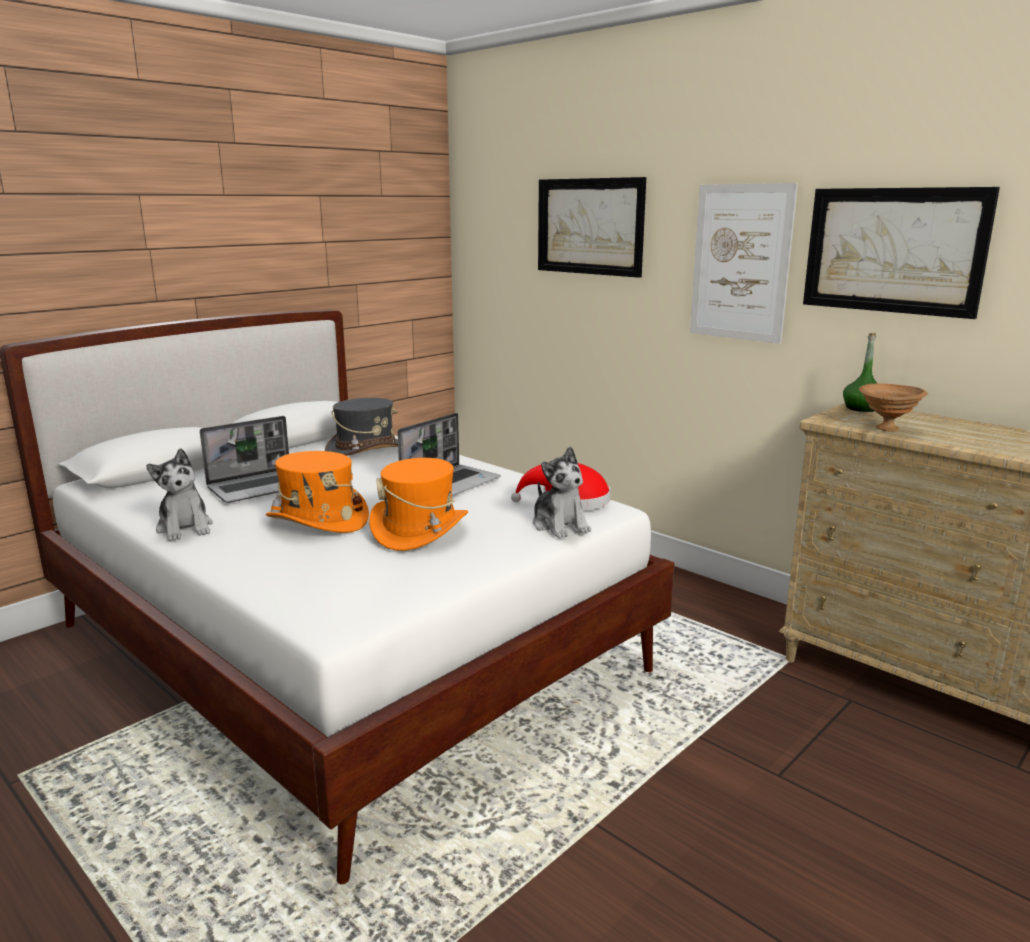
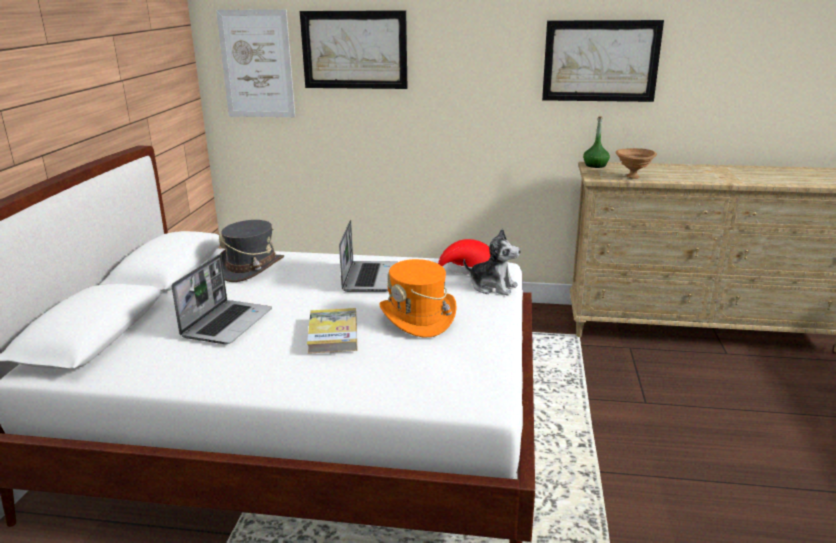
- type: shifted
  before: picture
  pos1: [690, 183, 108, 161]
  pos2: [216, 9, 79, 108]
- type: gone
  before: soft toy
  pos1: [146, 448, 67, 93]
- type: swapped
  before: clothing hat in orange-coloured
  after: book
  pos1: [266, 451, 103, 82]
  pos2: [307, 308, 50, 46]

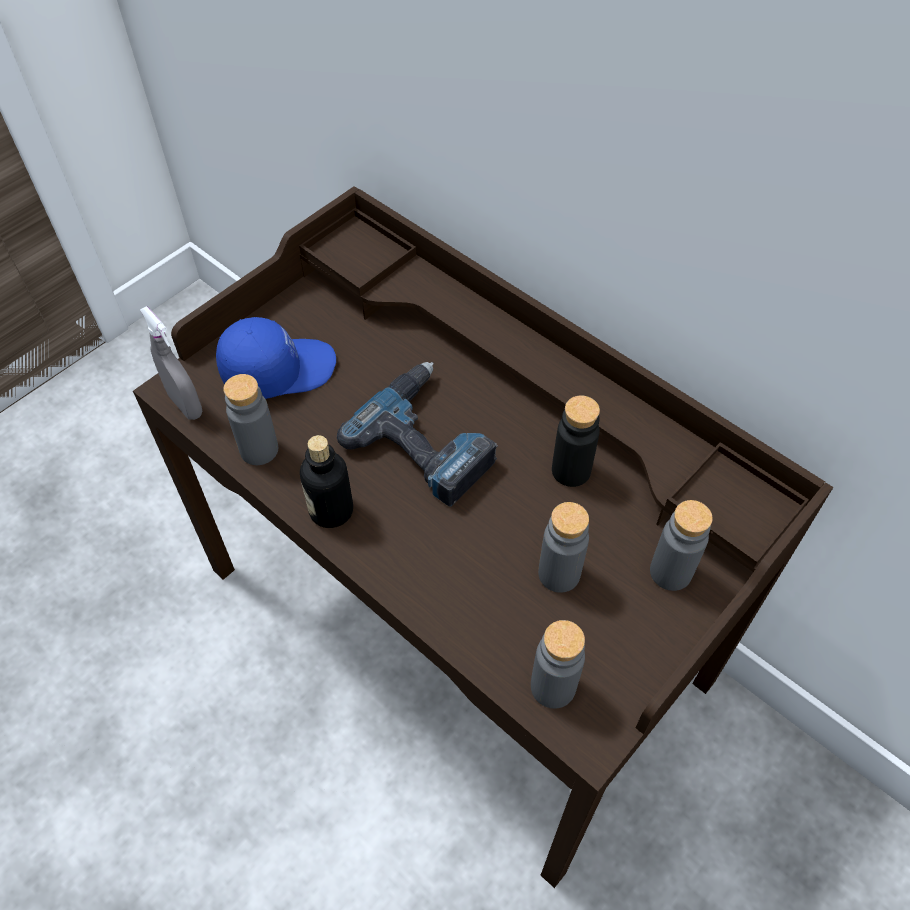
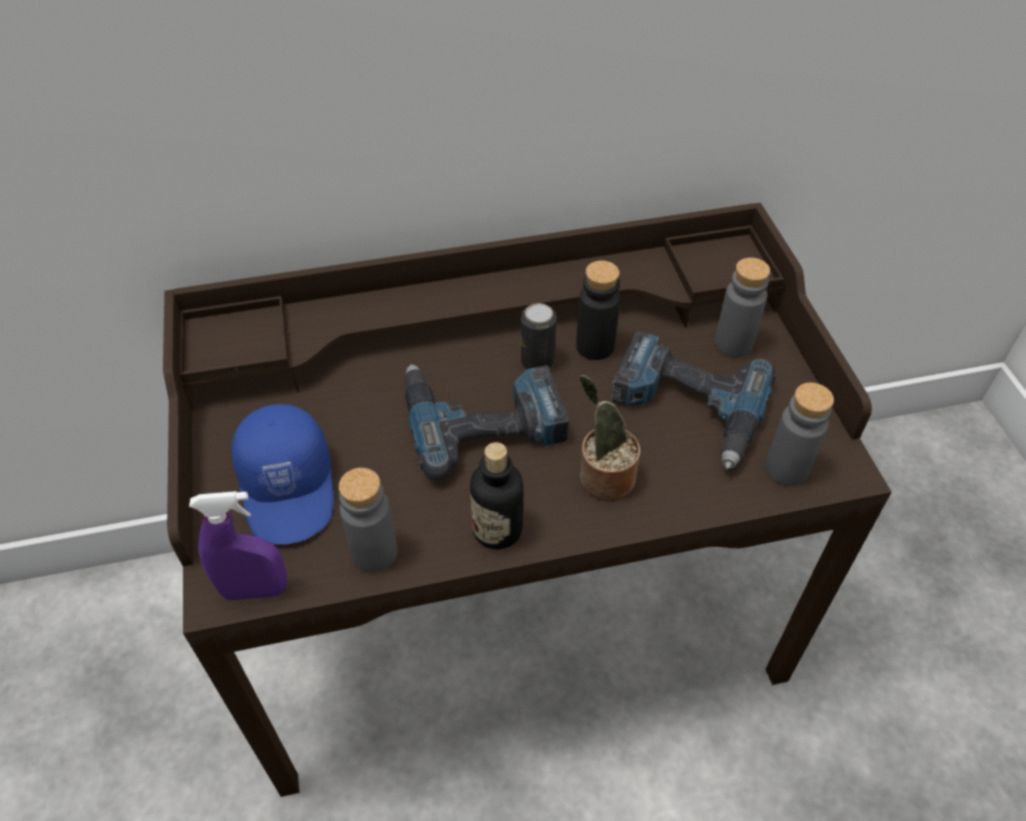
- type: repainted
  before: sprayer in gray
  after: sprayer in purple
  pos1: [140, 306, 62, 114]
  pos2: [189, 491, 99, 109]
- type: rotated
  before: cap in blue-coloured
  pos1: [216, 317, 120, 82]
  pos2: [232, 404, 102, 141]
  turn: 150
- type: swapped
  before: beverage bottle in gray
  after: power drill
  pos1: [538, 502, 51, 91]
  pos2: [610, 331, 166, 138]
- type: new
  after: metal can
  pos2: [521, 303, 36, 66]
- type: new
  after: potted plant
  pos2: [579, 375, 61, 126]

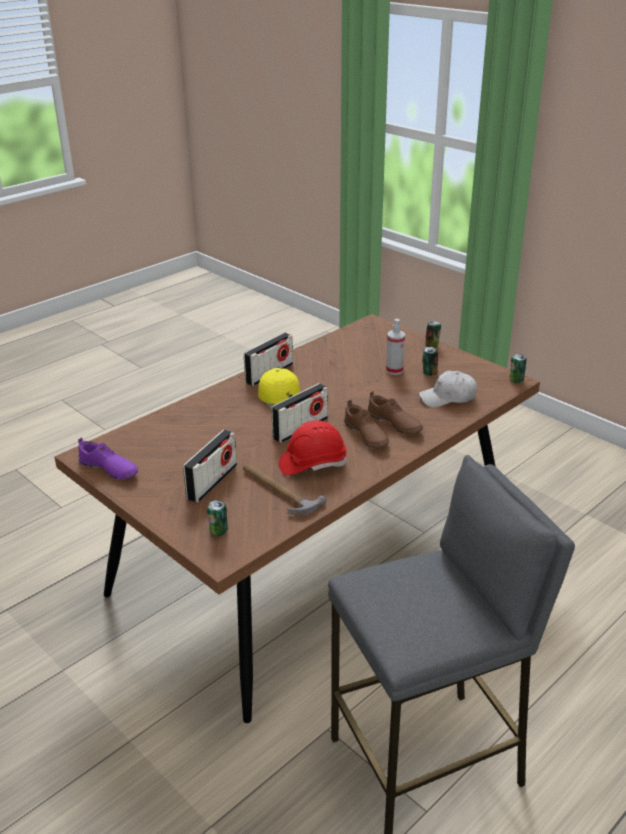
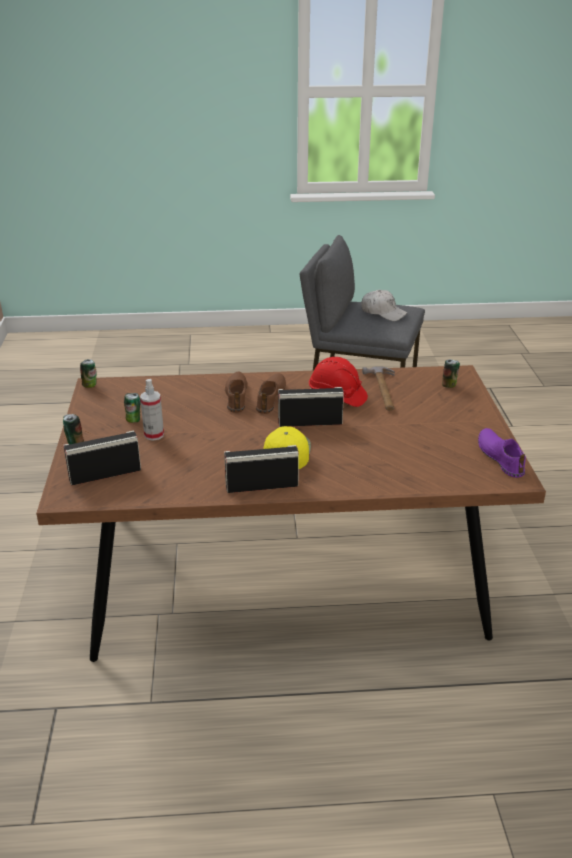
- type: shifted
  before: cap in whitish
  pos1: [419, 371, 58, 36]
  pos2: [361, 290, 46, 31]
- type: shifted
  before: radio
  pos1: [183, 430, 54, 72]
  pos2: [63, 431, 78, 54]

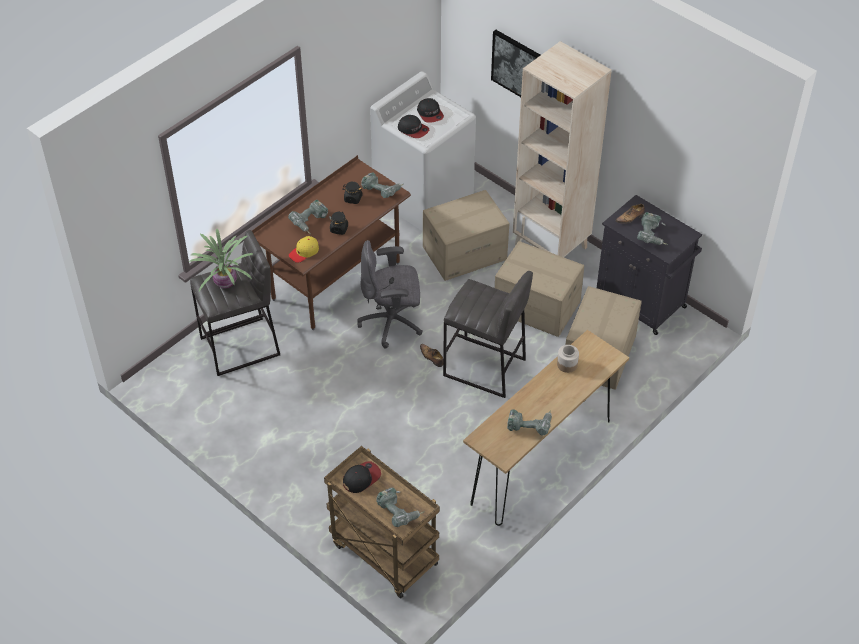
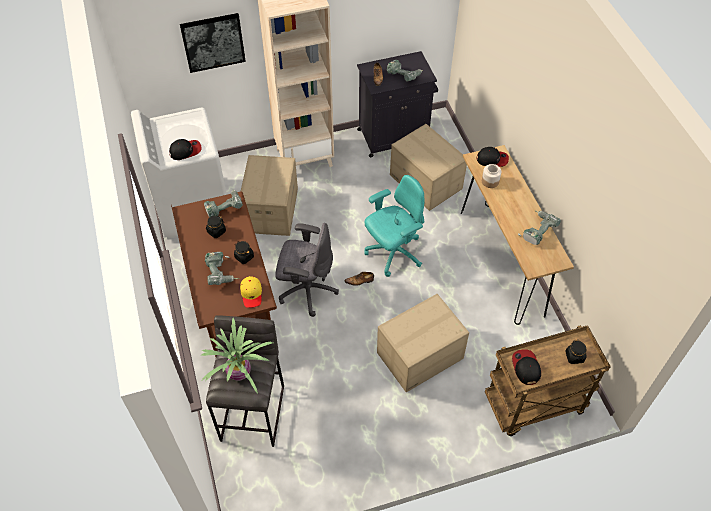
- type: shifted
  before: cap
  pos1: [417, 98, 27, 25]
  pos2: [477, 147, 32, 20]
- type: rotated
  before: office chair in gray
  pos1: [357, 240, 65, 109]
  pos2: [275, 223, 64, 94]
  turn: -105
- type: shifted
  before: carton
  pos1: [495, 241, 89, 96]
  pos2: [377, 294, 92, 98]
- type: swapped
  before: stool seat in gray
  after: office chair in turquoise-coloured
  pos1: [443, 271, 90, 127]
  pos2: [365, 175, 59, 102]
- type: swapped
  before: power drill
  after: jar in blackish
  pos1: [376, 488, 49, 39]
  pos2: [565, 339, 21, 25]

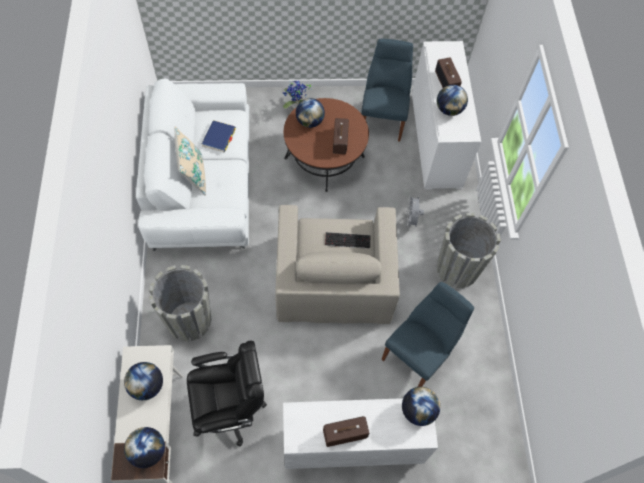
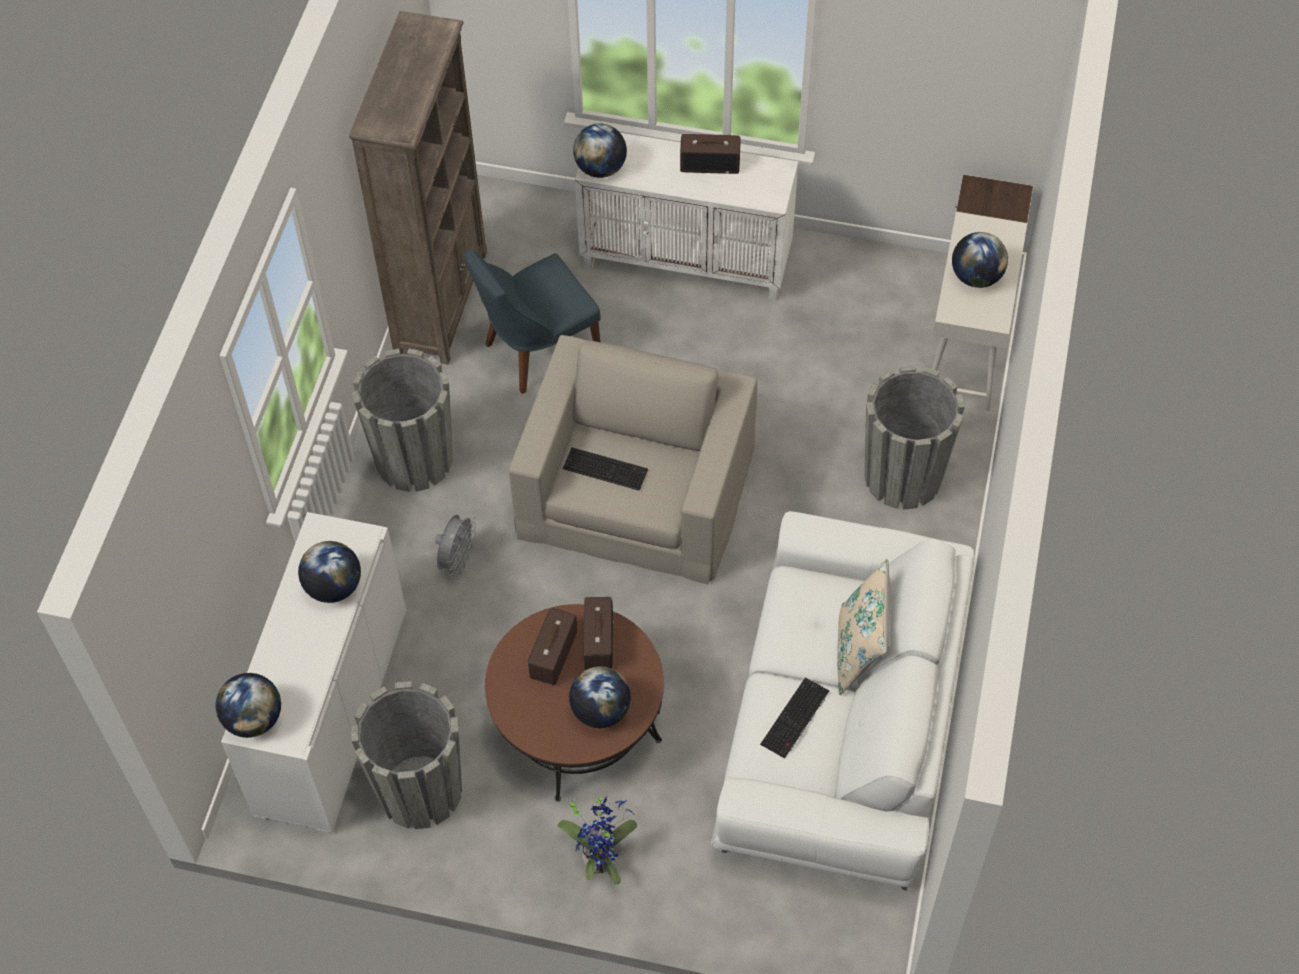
- type: swapped
  before: chair in blue-coloured
  after: flower pot in gray
  pos1: [361, 39, 52, 102]
  pos2: [351, 681, 111, 148]
- type: shifted
  before: radio
  pos1: [435, 58, 27, 30]
  pos2: [584, 597, 30, 73]
- type: swapped
  before: book in blue-coloured
  after: computer keyboard
  pos1: [202, 120, 34, 32]
  pos2: [760, 678, 69, 81]
- type: gone
  before: office chair in blackish
  pos1: [187, 341, 80, 105]
- type: shifted
  before: desk globe
  pos1: [124, 427, 41, 41]
  pos2: [215, 673, 66, 65]
- type: new
  after: bookshelf in brownish
  pos2: [349, 11, 138, 354]

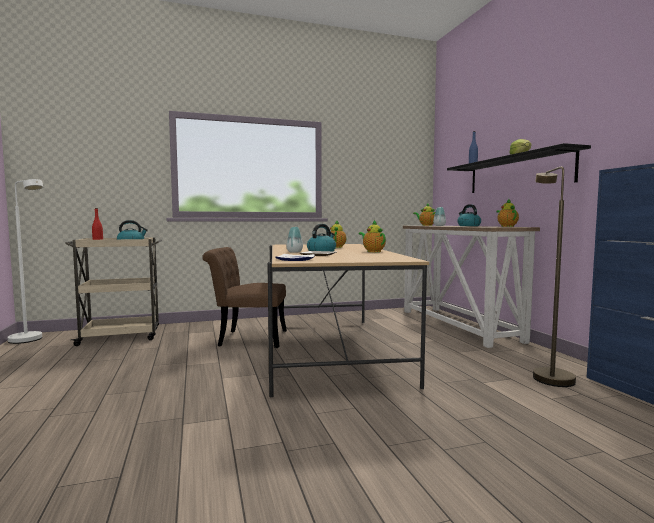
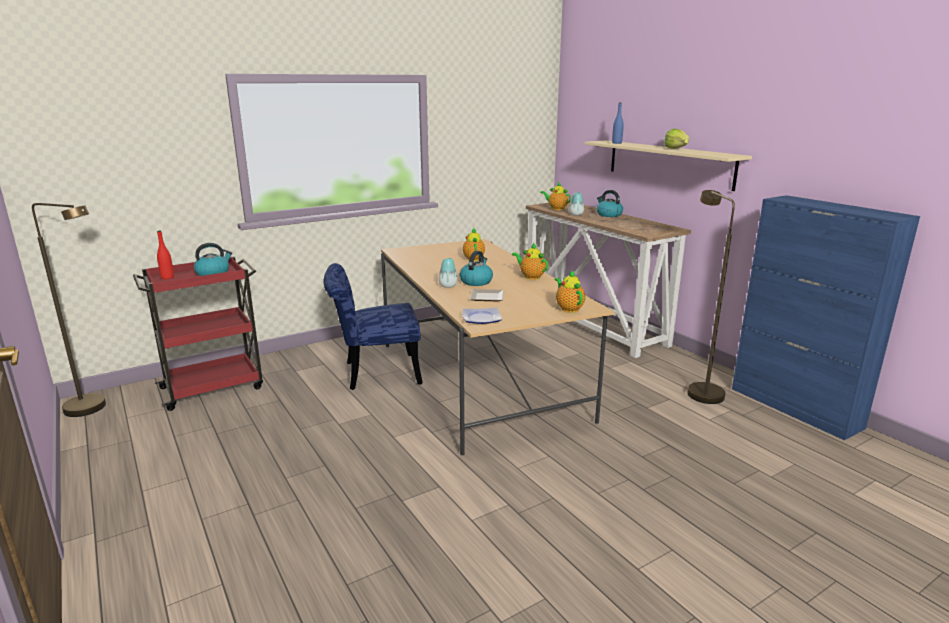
- type: repainted
  before: shelf in blackish
  after: shelf in beige-coloured
  pos1: [447, 143, 144, 50]
  pos2: [584, 140, 168, 51]
- type: repainted
  before: standing lamp in whitish
  after: standing lamp in brownish
  pos1: [7, 179, 36, 165]
  pos2: [32, 203, 74, 214]
- type: shifted
  before: pot for tea
  pos1: [496, 199, 23, 28]
  pos2: [555, 271, 31, 42]
- type: repainted
  before: wheeled cart in beige-coloured
  after: wheeled cart in reddish
  pos1: [65, 237, 97, 109]
  pos2: [133, 257, 130, 154]
- type: repainted
  before: chair in brownish
  after: chair in blue-coloured
  pos1: [202, 247, 85, 101]
  pos2: [324, 263, 99, 127]

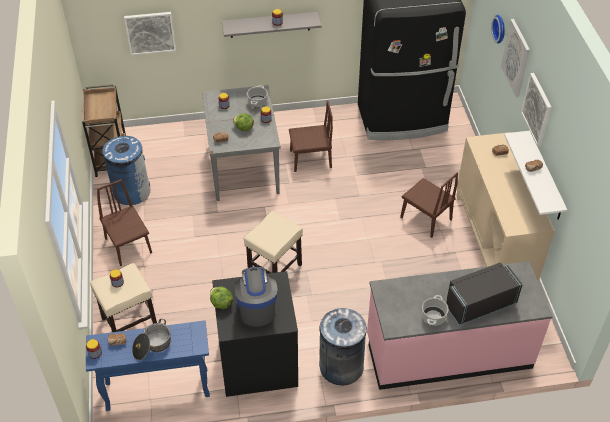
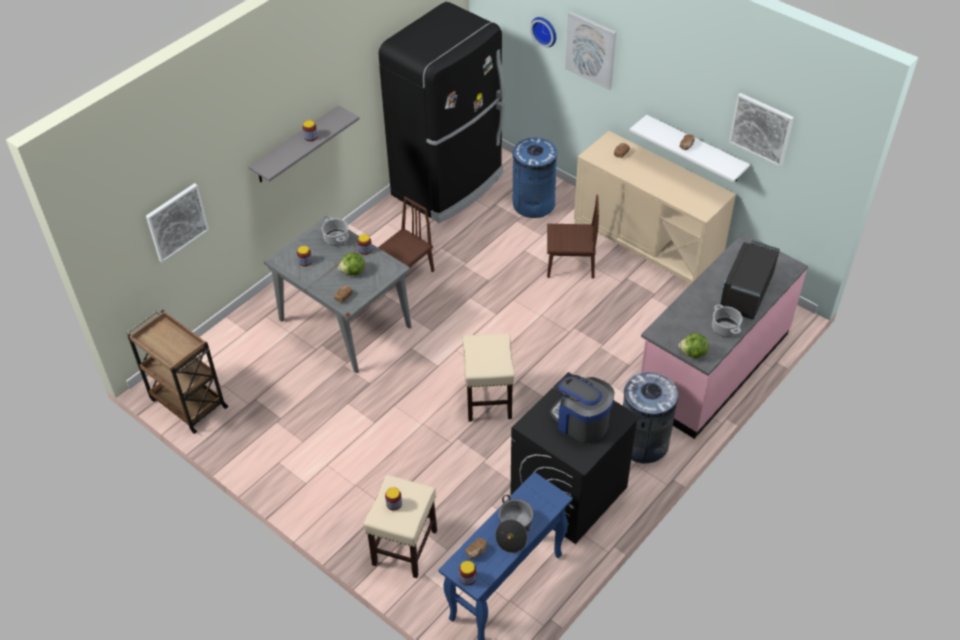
- type: shifted
  before: picture
  pos1: [521, 73, 31, 74]
  pos2: [729, 93, 65, 74]
- type: shifted
  before: rubbish bin in blue-coloured
  pos1: [102, 136, 48, 69]
  pos2: [512, 138, 45, 80]
- type: gone
  before: chair in brownish
  pos1: [97, 179, 55, 87]
- type: shifted
  before: lettuce
  pos1: [210, 287, 23, 22]
  pos2: [678, 334, 31, 24]

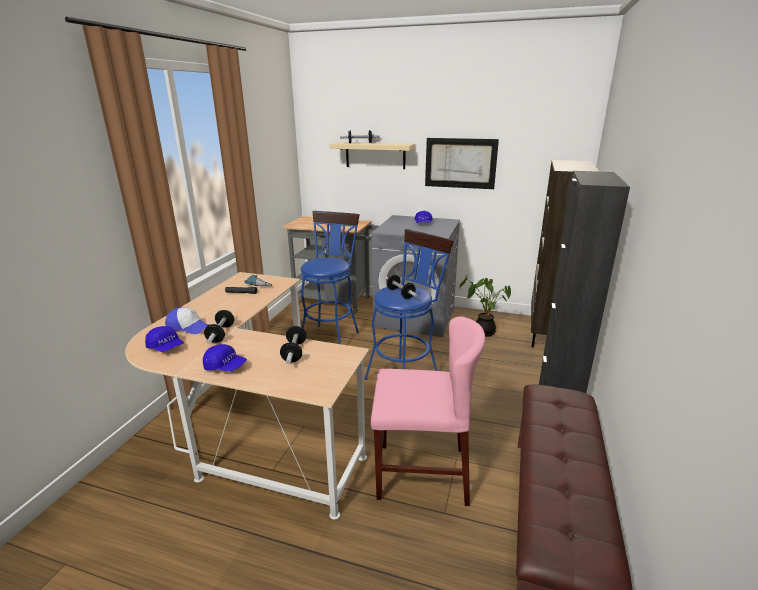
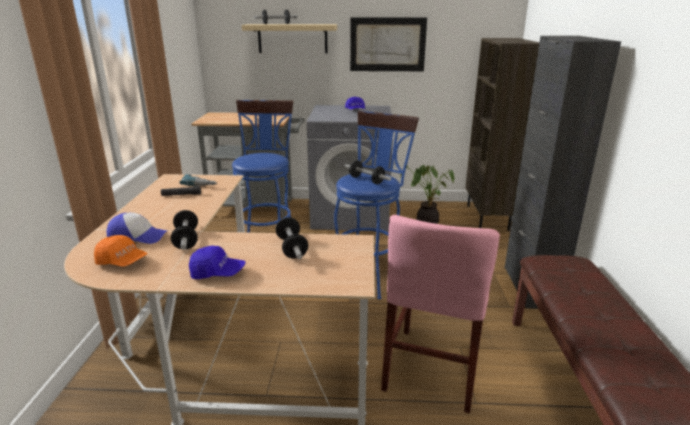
- type: rotated
  before: chair in pink
  pos1: [371, 317, 114, 189]
  pos2: [381, 215, 119, 198]
  turn: 120
- type: repainted
  before: cap in blue-coloured
  after: cap in orange-coloured
  pos1: [145, 326, 39, 26]
  pos2: [94, 235, 54, 31]

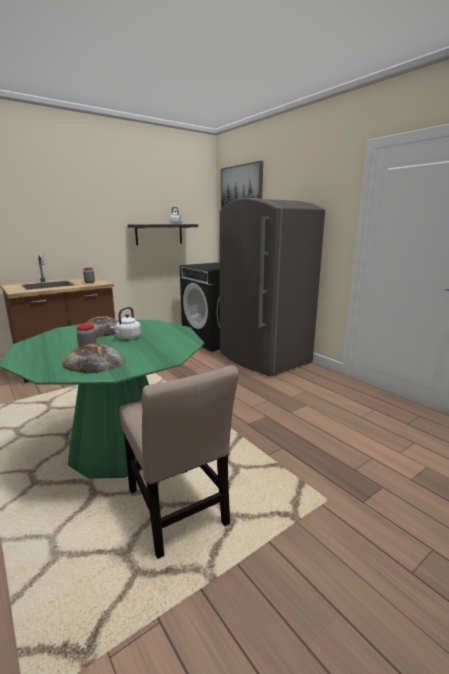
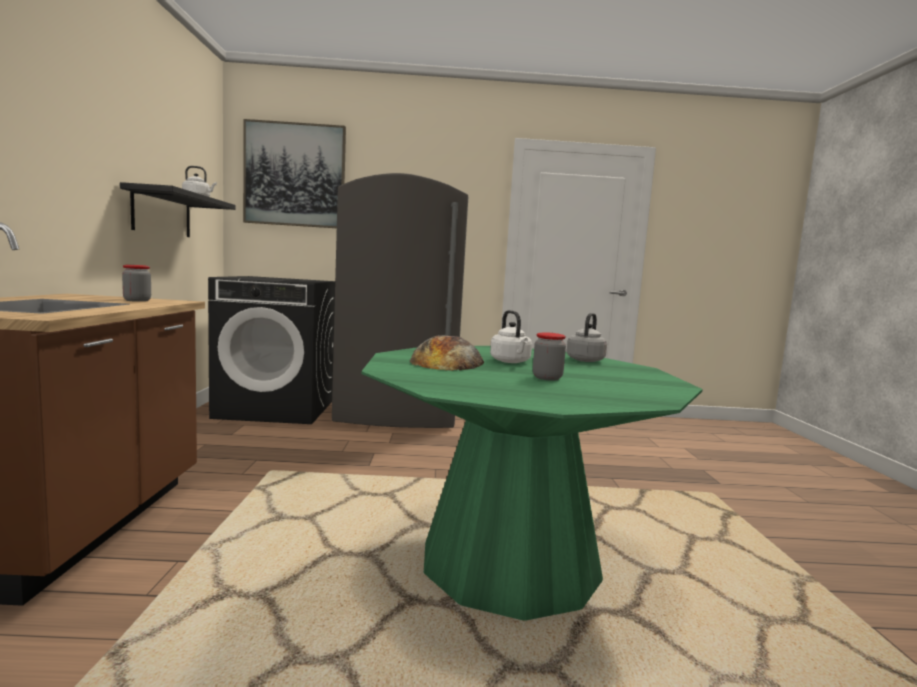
- type: gone
  before: bakery bread
  pos1: [62, 343, 63, 30]
- type: gone
  before: chair in beige-coloured
  pos1: [120, 365, 119, 194]
- type: new
  after: water kettle in gray
  pos2: [567, 313, 40, 49]

